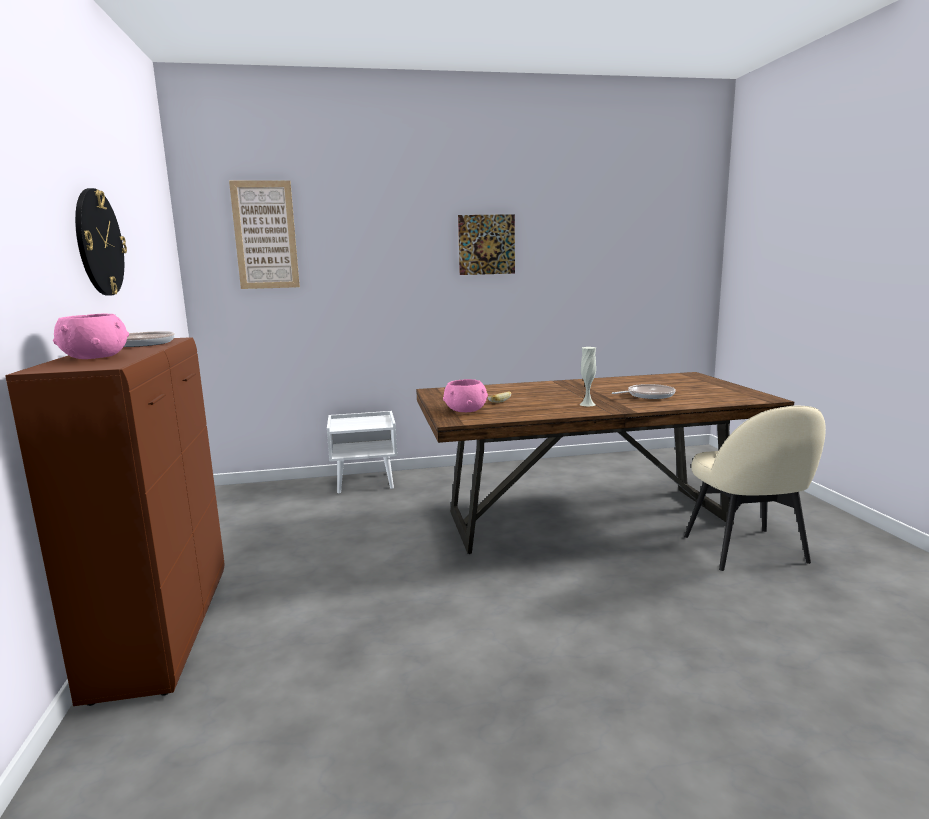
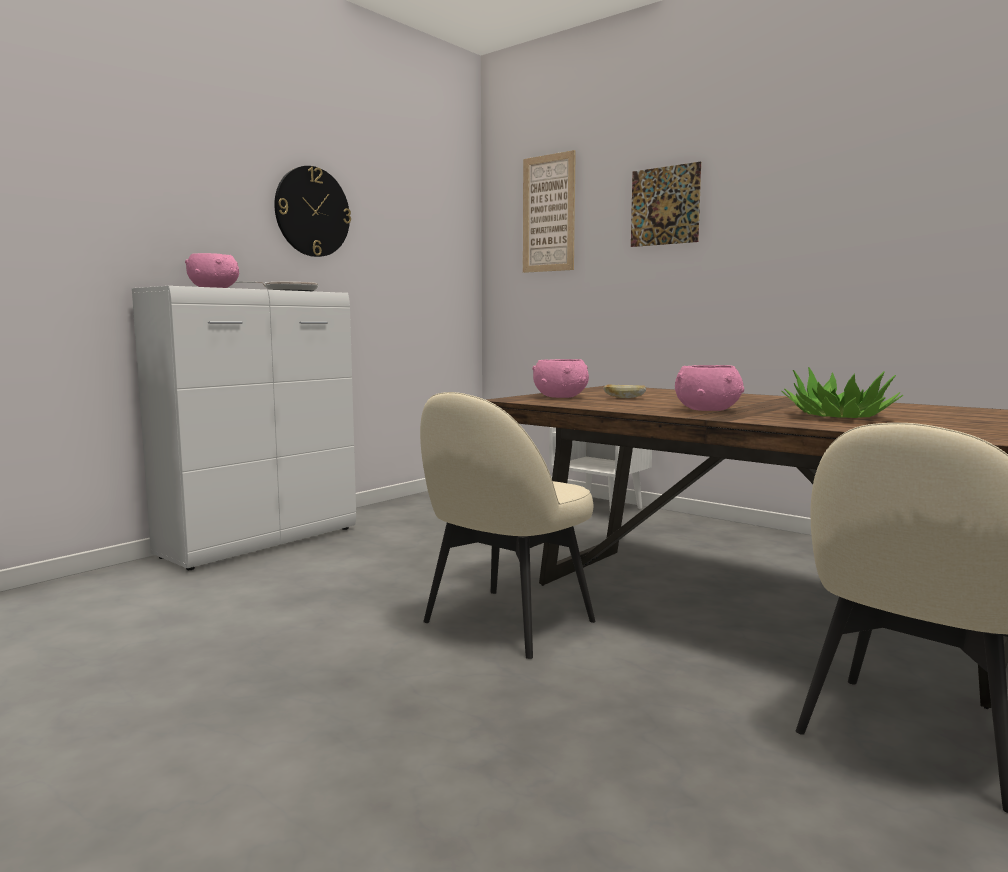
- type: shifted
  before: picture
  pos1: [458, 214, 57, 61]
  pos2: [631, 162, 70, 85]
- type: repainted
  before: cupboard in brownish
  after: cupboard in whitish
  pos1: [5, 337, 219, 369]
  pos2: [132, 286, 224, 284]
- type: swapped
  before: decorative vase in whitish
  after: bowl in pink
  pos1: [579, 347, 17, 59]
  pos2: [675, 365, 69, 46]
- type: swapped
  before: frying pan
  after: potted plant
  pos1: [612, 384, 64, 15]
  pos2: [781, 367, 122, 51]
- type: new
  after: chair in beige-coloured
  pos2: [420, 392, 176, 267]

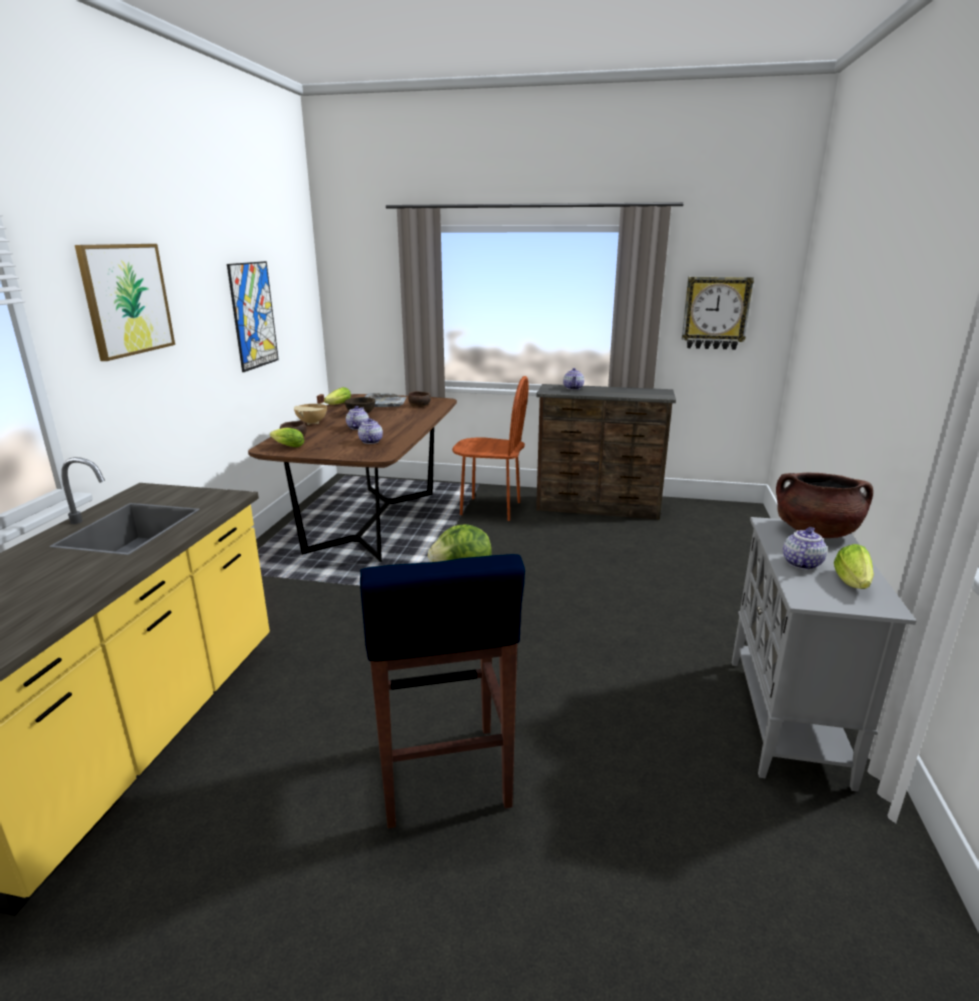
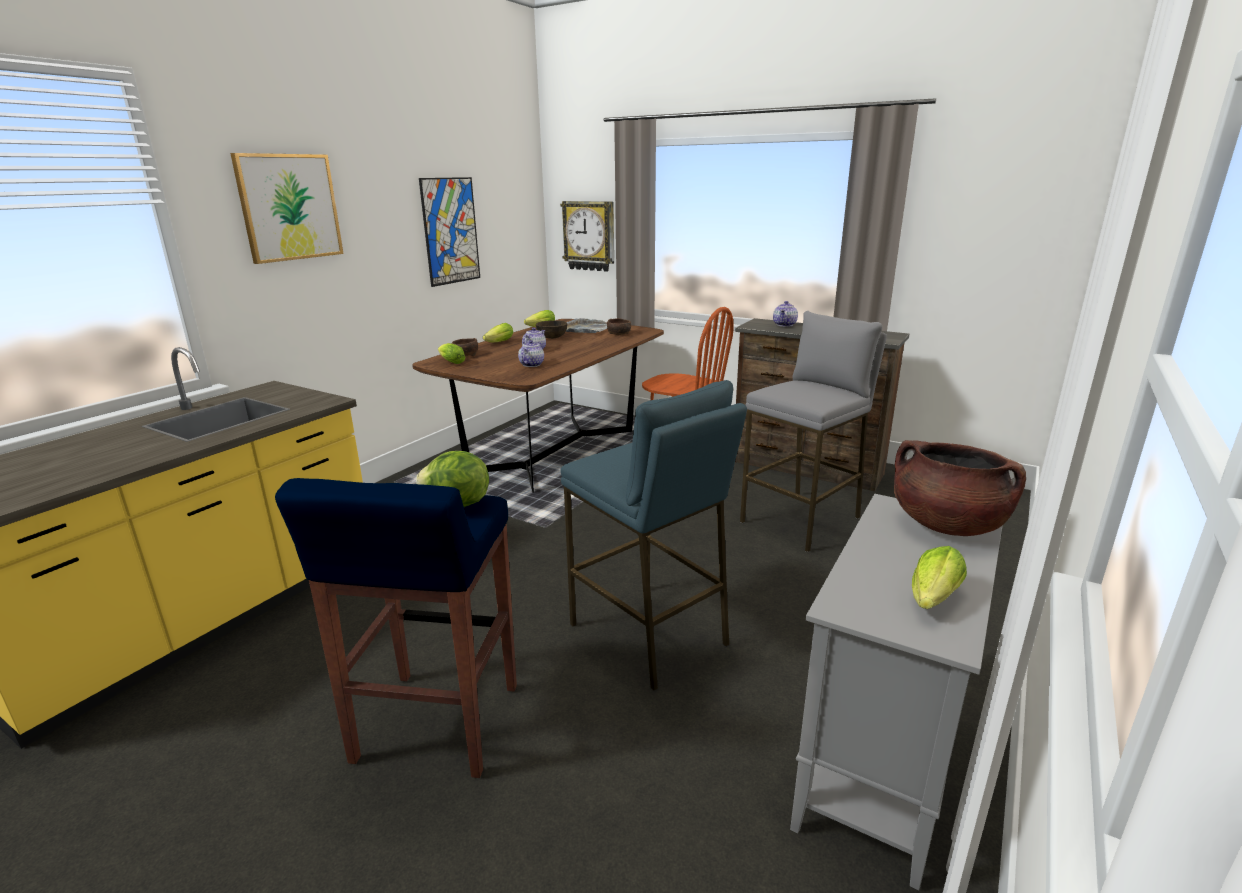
- type: shifted
  before: clock on the wall
  pos1: [682, 277, 72, 73]
  pos2: [560, 201, 54, 71]
- type: swapped
  before: cooking pot in beige-coloured
  after: lettuce
  pos1: [294, 394, 33, 31]
  pos2: [483, 323, 30, 19]
- type: gone
  before: pot for tea
  pos1: [783, 527, 44, 43]
- type: new
  after: stool seat in gray
  pos2: [740, 311, 147, 241]
- type: new
  after: stool seat in blue-coloured
  pos2: [560, 380, 187, 311]

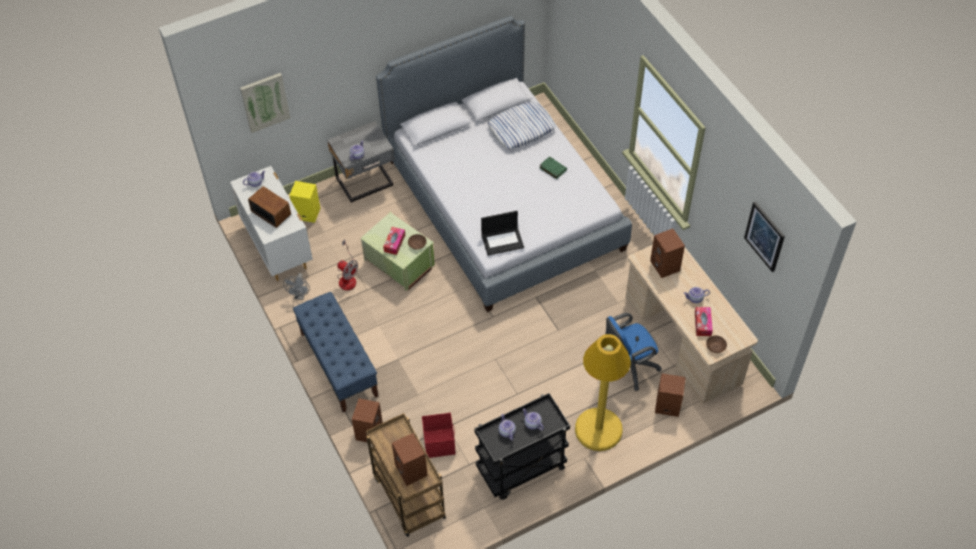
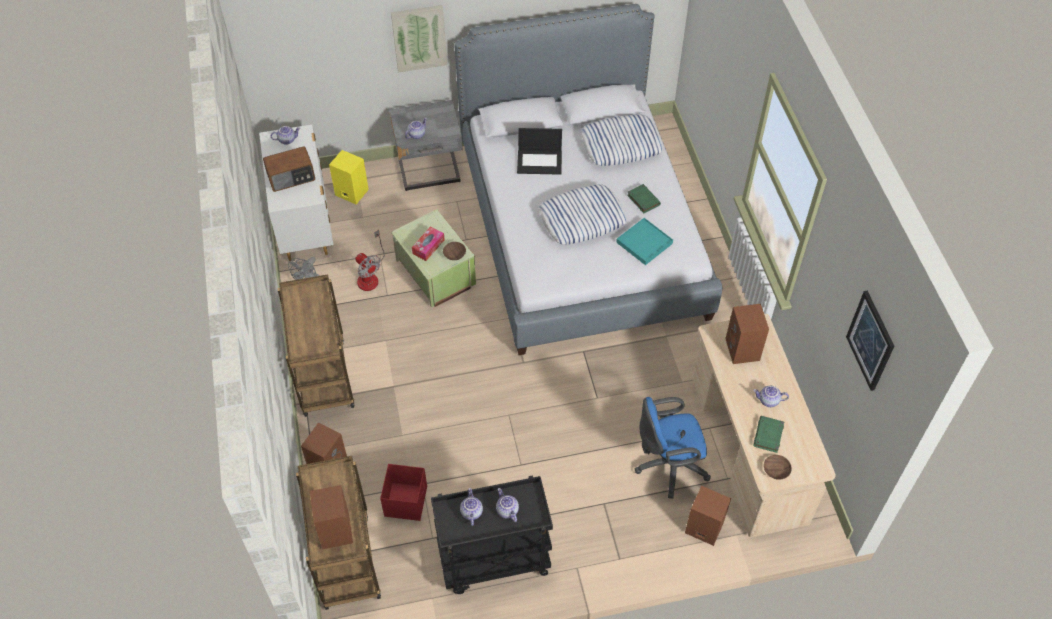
- type: shifted
  before: picture
  pos1: [240, 73, 50, 60]
  pos2: [391, 5, 56, 68]
- type: rotated
  before: radio
  pos1: [248, 186, 43, 42]
  pos2: [263, 146, 52, 46]
  turn: 105
- type: shifted
  before: portable computer
  pos1: [481, 211, 43, 45]
  pos2: [517, 128, 45, 47]
- type: swapped
  before: long seat in blue-coloured
  after: wheeled cart in brownish
  pos1: [293, 292, 85, 120]
  pos2: [277, 274, 78, 143]
- type: swapped
  before: tissue holder
  after: book in green-coloured
  pos1: [695, 307, 18, 29]
  pos2: [753, 416, 31, 37]
- type: gone
  before: standing lamp in yellow
  pos1: [575, 334, 56, 117]
- type: new
  after: throw pillow
  pos2: [539, 184, 87, 61]
- type: new
  after: serving tray in turquoise-coloured
  pos2: [616, 218, 57, 47]

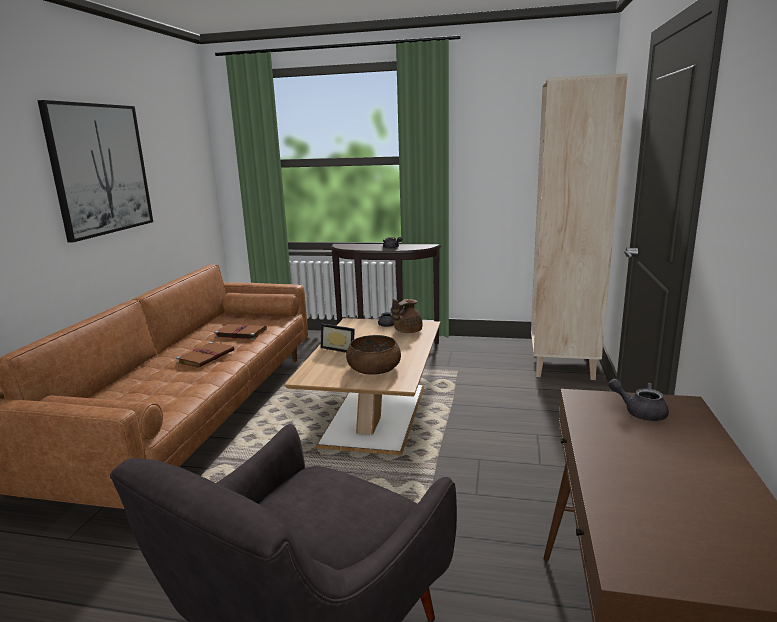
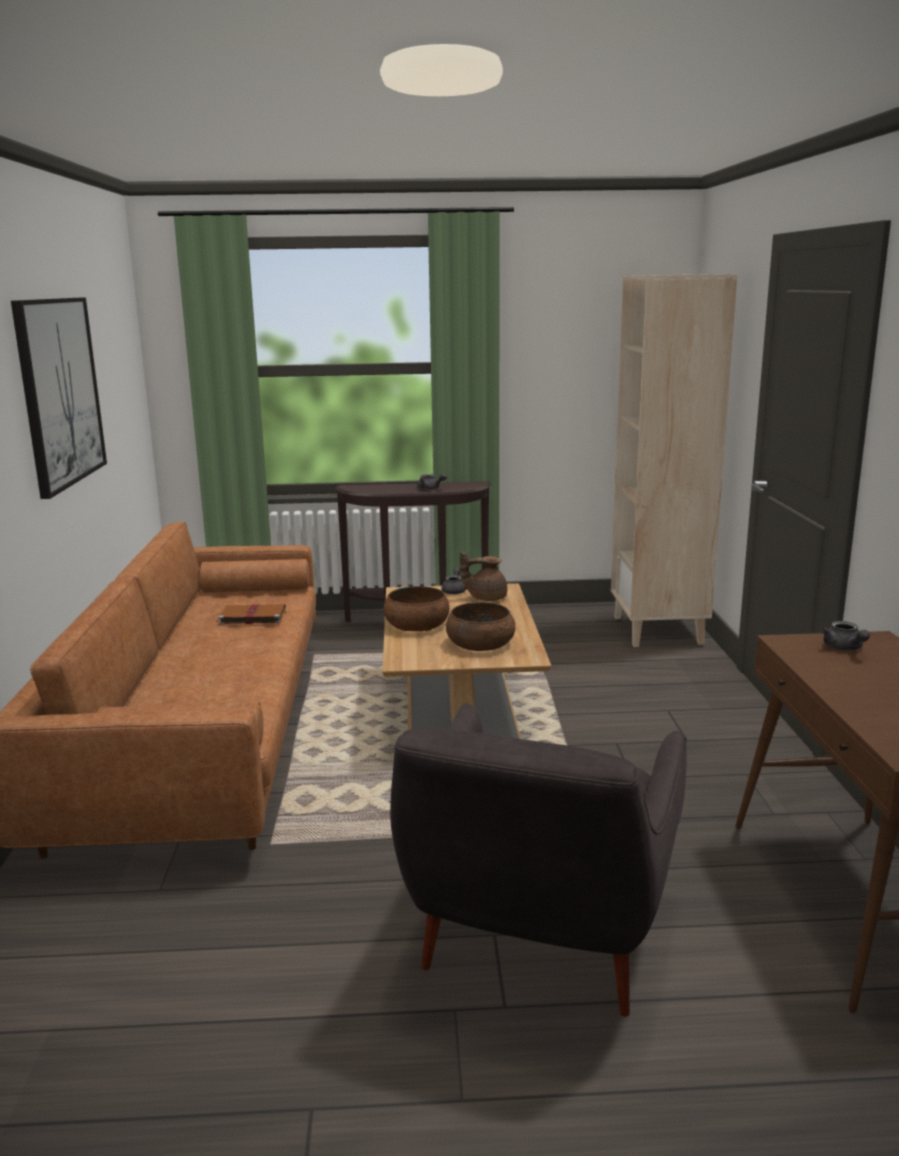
- type: rotated
  before: pot for tea in brownish
  pos1: [392, 299, 31, 34]
  pos2: [460, 551, 47, 50]
  turn: 60
- type: swapped
  before: photo frame
  after: bowl in brownish
  pos1: [320, 324, 35, 29]
  pos2: [384, 586, 65, 45]
- type: gone
  before: book in brownish
  pos1: [176, 342, 58, 26]
- type: rotated
  before: pot for tea in gray
  pos1: [608, 379, 61, 42]
  pos2: [822, 621, 48, 30]
  turn: -120

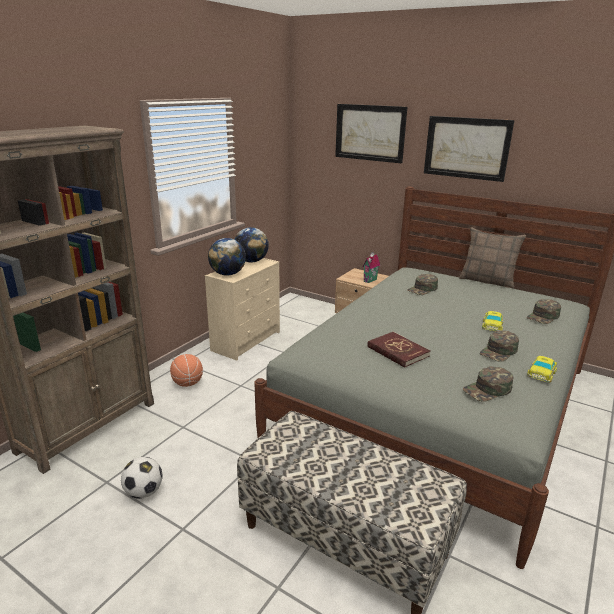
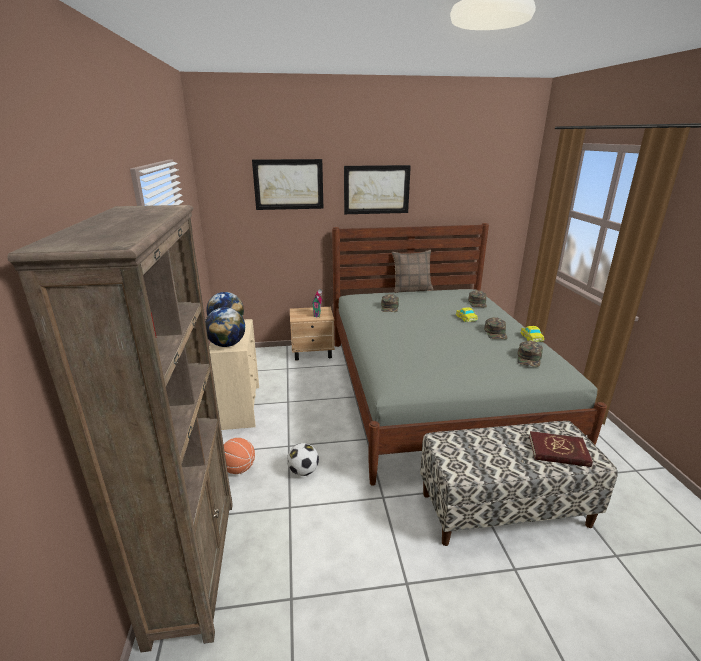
- type: shifted
  before: book in reddish
  pos1: [367, 332, 64, 36]
  pos2: [529, 431, 64, 36]
- type: shifted
  before: football
  pos1: [121, 457, 41, 42]
  pos2: [287, 443, 32, 33]

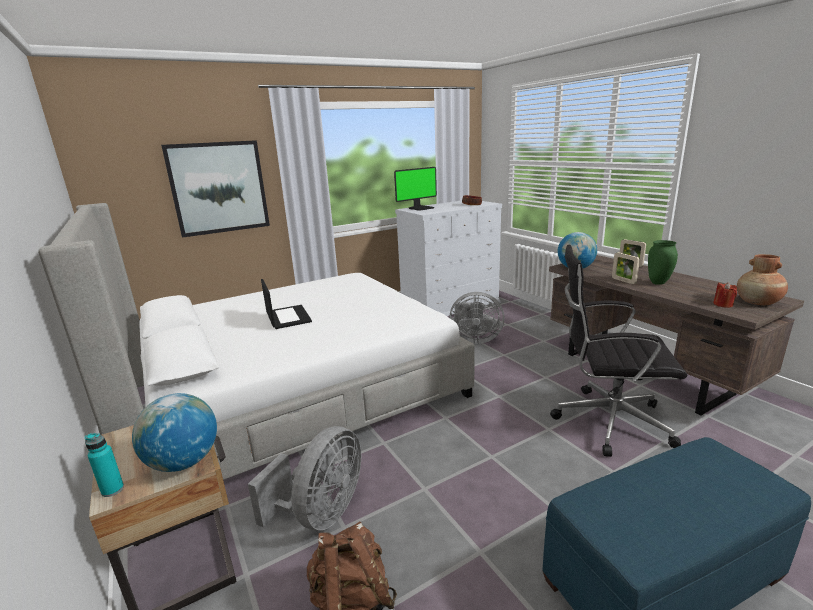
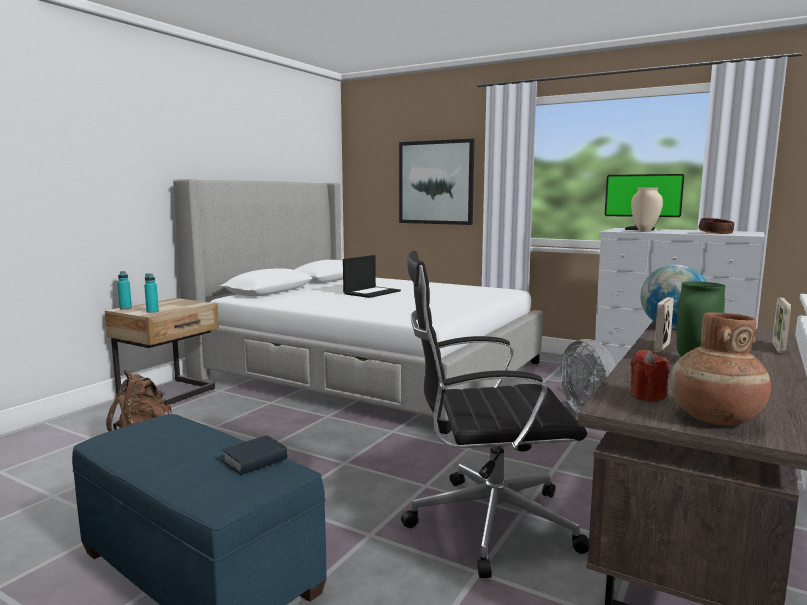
- type: rotated
  before: office chair in blackish
  pos1: [550, 245, 137, 212]
  pos2: [401, 251, 188, 327]
  turn: -75
- type: swapped
  before: desk globe
  after: beverage bottle in turquoise-coloured
  pos1: [132, 393, 85, 79]
  pos2: [144, 273, 15, 40]
- type: gone
  before: fan in gray
  pos1: [248, 426, 113, 104]
- type: new
  after: decorative vase in beige-coloured
  pos2: [631, 188, 32, 44]
- type: new
  after: book
  pos2: [222, 435, 66, 40]

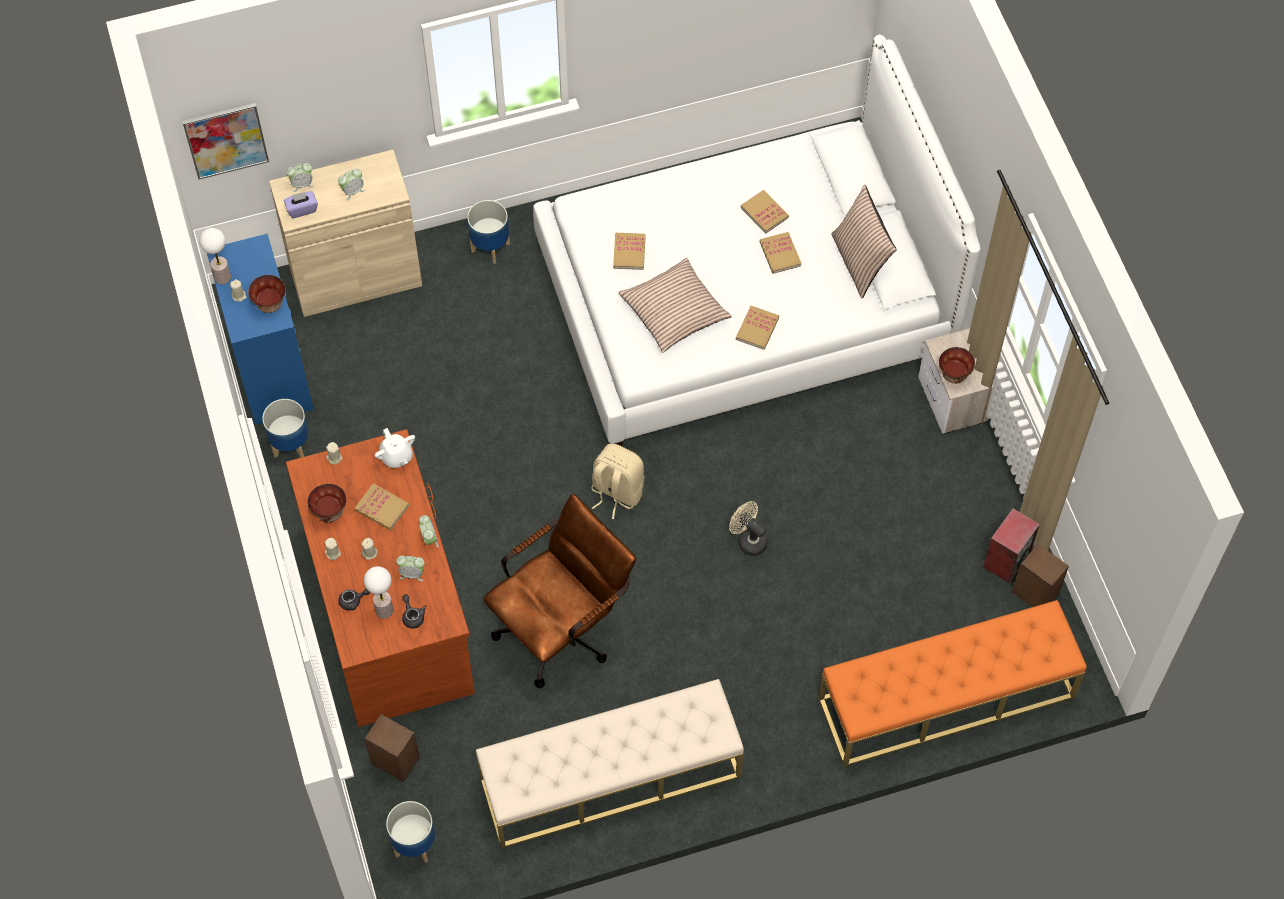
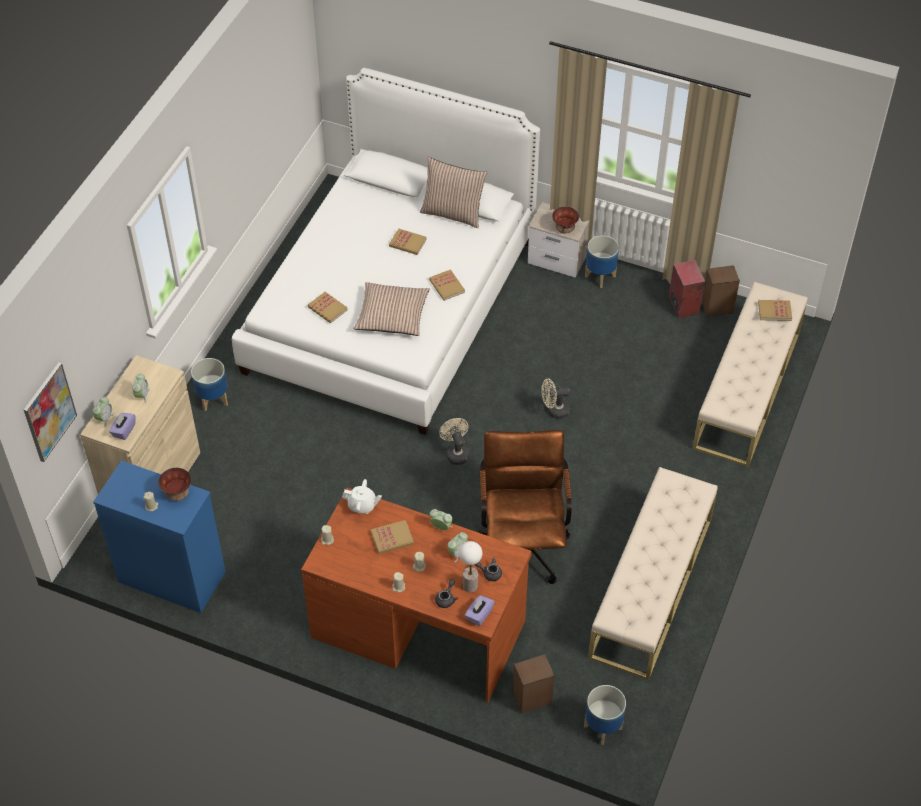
- type: shifted
  before: book
  pos1: [741, 190, 48, 44]
  pos2: [758, 300, 34, 21]
- type: gone
  before: table lamp
  pos1: [199, 228, 32, 56]
- type: shifted
  before: flower pot
  pos1: [262, 399, 47, 59]
  pos2: [585, 235, 34, 53]
- type: swapped
  before: rucksack in beige-coloured
  after: fan in beige-coloured
  pos1: [591, 444, 54, 75]
  pos2: [439, 418, 31, 47]
- type: gone
  before: bowl
  pos1: [307, 484, 40, 38]
- type: repainted
  before: long seat in orange-coloured
  after: long seat in beige-coloured
  pos1: [819, 600, 268, 167]
  pos2: [692, 282, 116, 185]
- type: new
  after: tissue holder in purple
  pos2: [465, 595, 29, 31]

